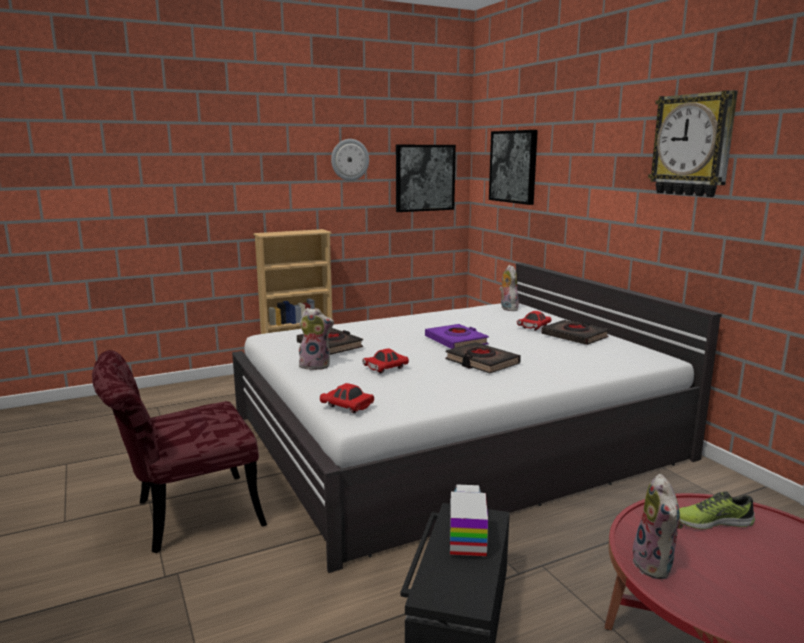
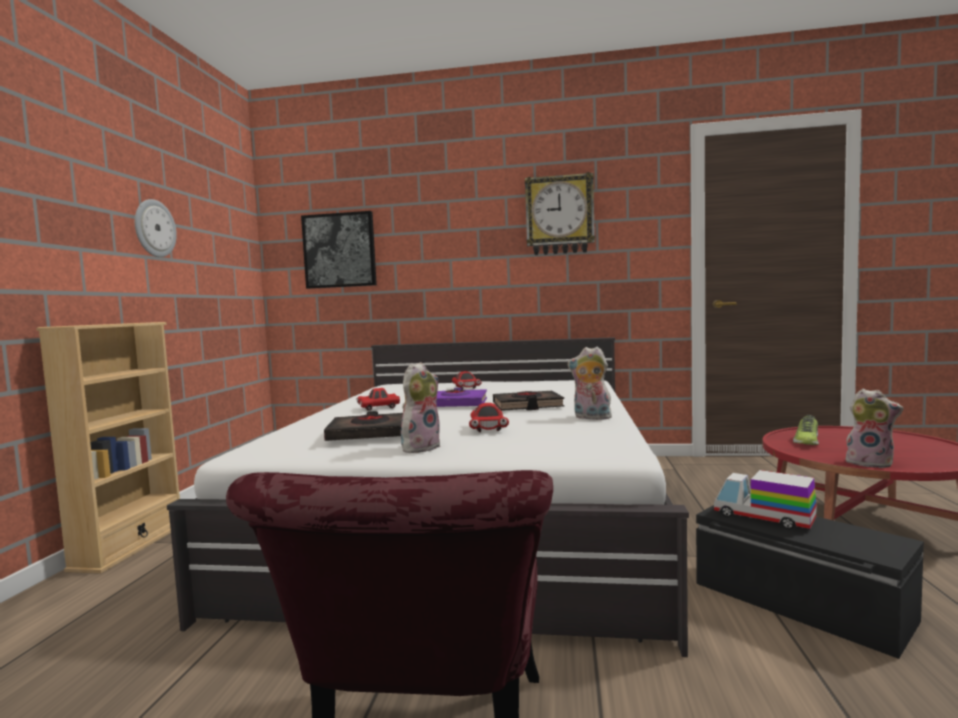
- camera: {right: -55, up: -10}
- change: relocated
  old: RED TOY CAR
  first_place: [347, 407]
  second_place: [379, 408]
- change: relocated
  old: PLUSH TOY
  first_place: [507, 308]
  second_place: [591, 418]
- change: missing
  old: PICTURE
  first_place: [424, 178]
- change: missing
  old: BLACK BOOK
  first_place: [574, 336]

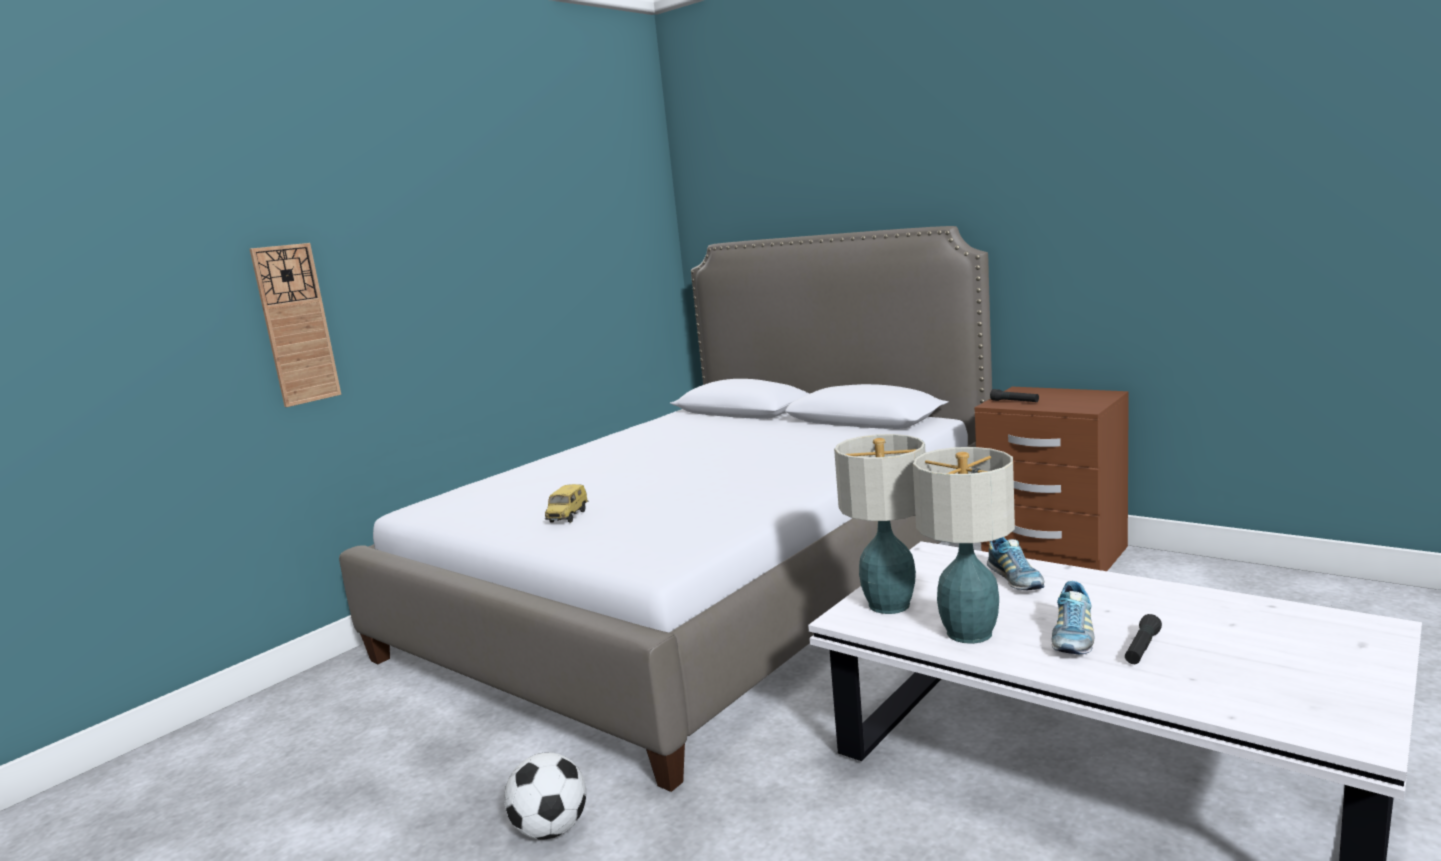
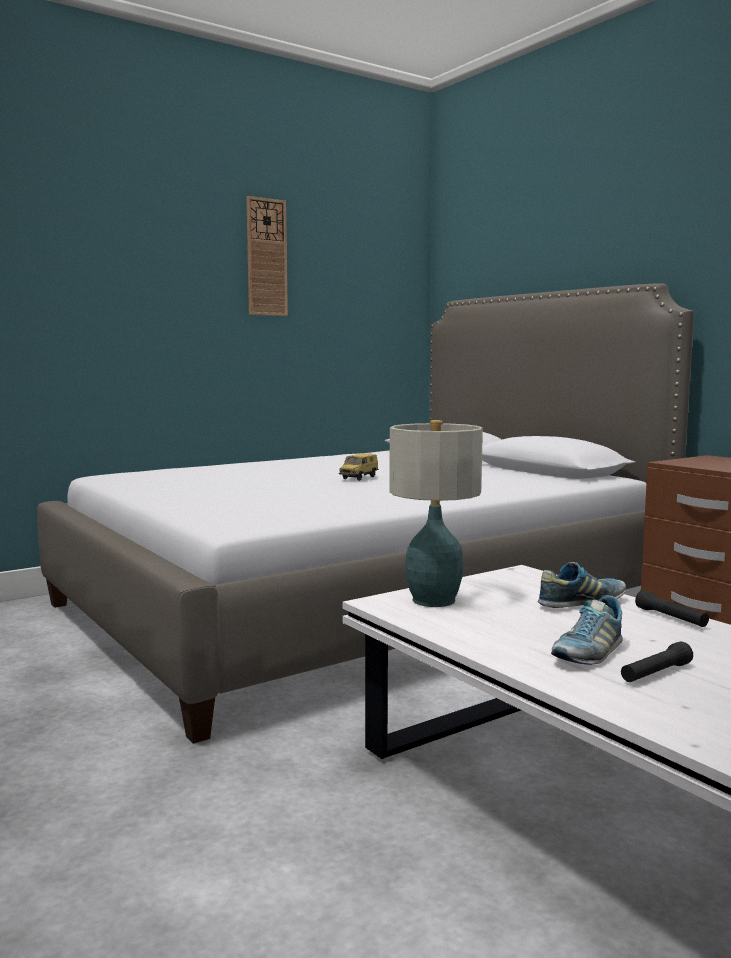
- camera: {right: 15, up: -5}
- change: relocated
  old: WALL CLOCK
  first_place: [296, 324]
  second_place: [266, 257]
- change: relocated
  old: TOY CAR
  first_place: [568, 517]
  second_place: [359, 478]
- change: spun
  old: SHOE
  first_place: [1015, 580]
  second_place: [581, 603]
  degrees: -120
- change: relocated
  old: BLACK FLASHLIGHT
  first_place: [1014, 402]
  second_place: [671, 618]
- change: missing
  old: FOOTBALL
  first_place: [551, 829]
- change: missing
  old: TABLE LAMP
  first_place: [970, 633]

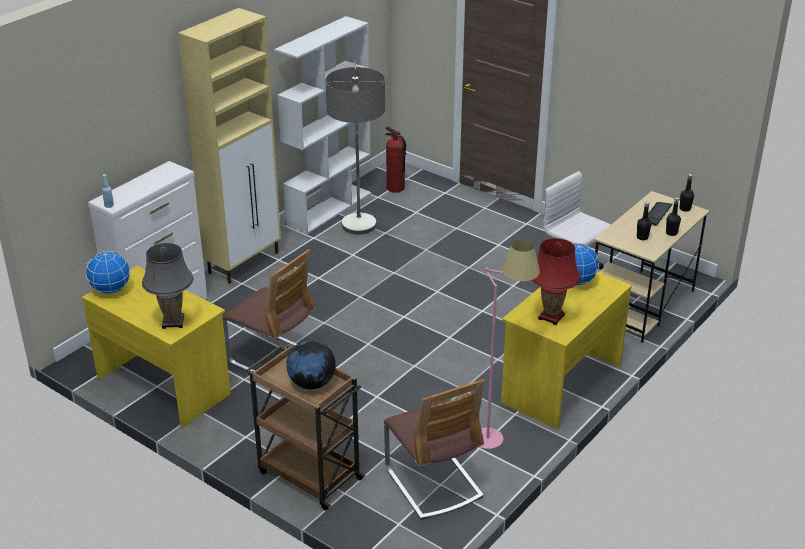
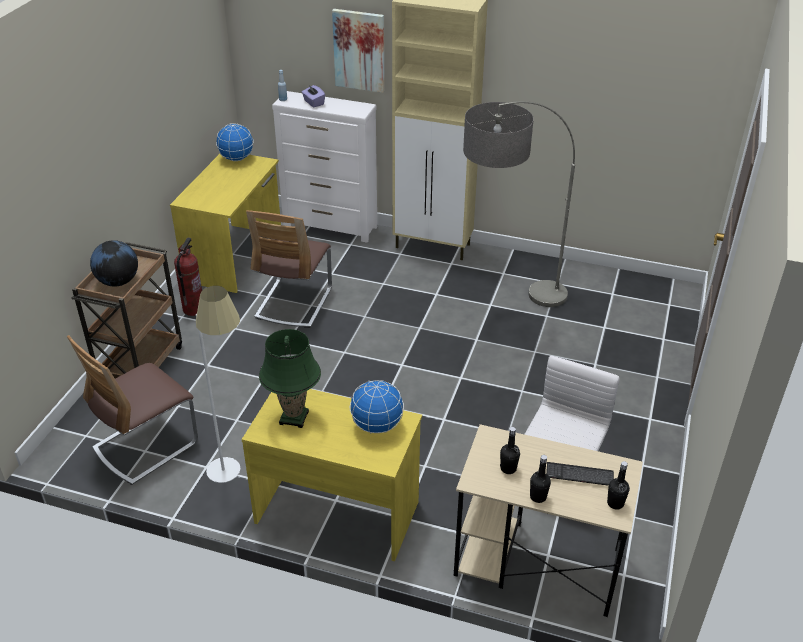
- camera: {right: 70, up: 5}
- change: relocated
  old: FIRE EXTINGUISHER
  first_place: [395, 188]
  second_place: [193, 309]
- change: colour
  old: PINK FLOOR LAMP
  new: WHITE FLOOR LAMP
  first_place: [499, 433]
  second_place: [234, 477]
- change: colour
  old: RED TABLE LAMP
  new: GREEN TABLE LAMP
  first_place: [551, 317]
  second_place: [294, 418]
- change: appeared
  new: PURPLE TISSUE BOX
  second_place: [313, 103]
- change: appeared
  new: PICTURE
  second_place: [359, 50]
- change: missing
  old: GREY TABLE LAMP
  first_place: [173, 322]
- change: missing
  old: WHITE BOOKCASE
  first_place: [329, 208]

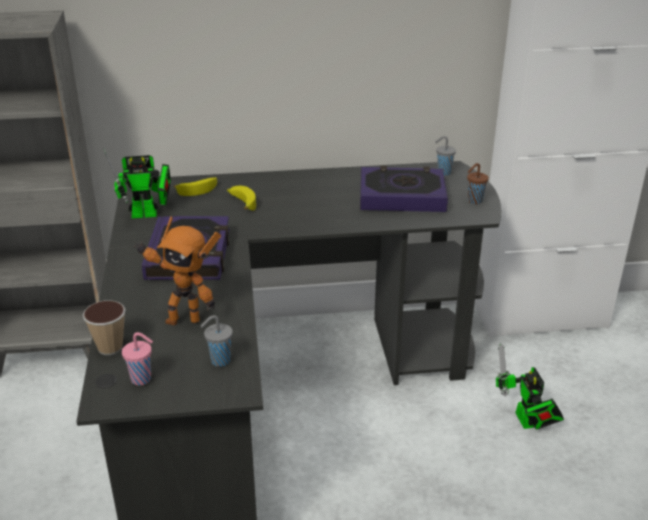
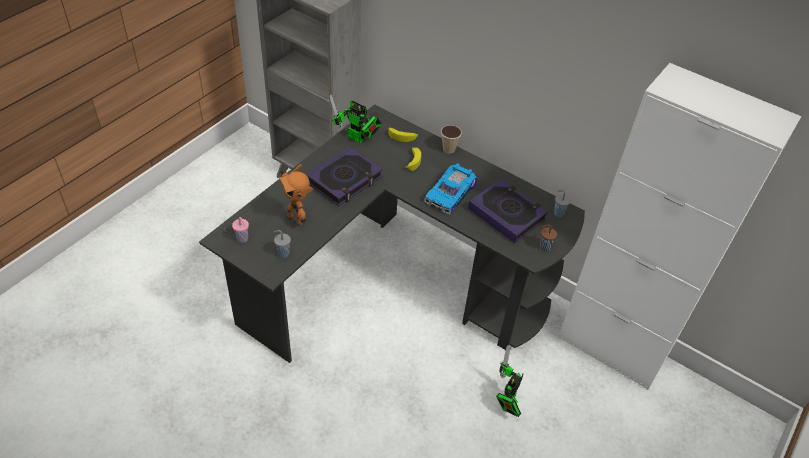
- camera: {right: 40, up: 15}
- change: appeared
  new: TOY CAR
  second_place: [451, 193]
- change: relocated
  old: CUP
  first_place: [110, 347]
  second_place: [449, 149]

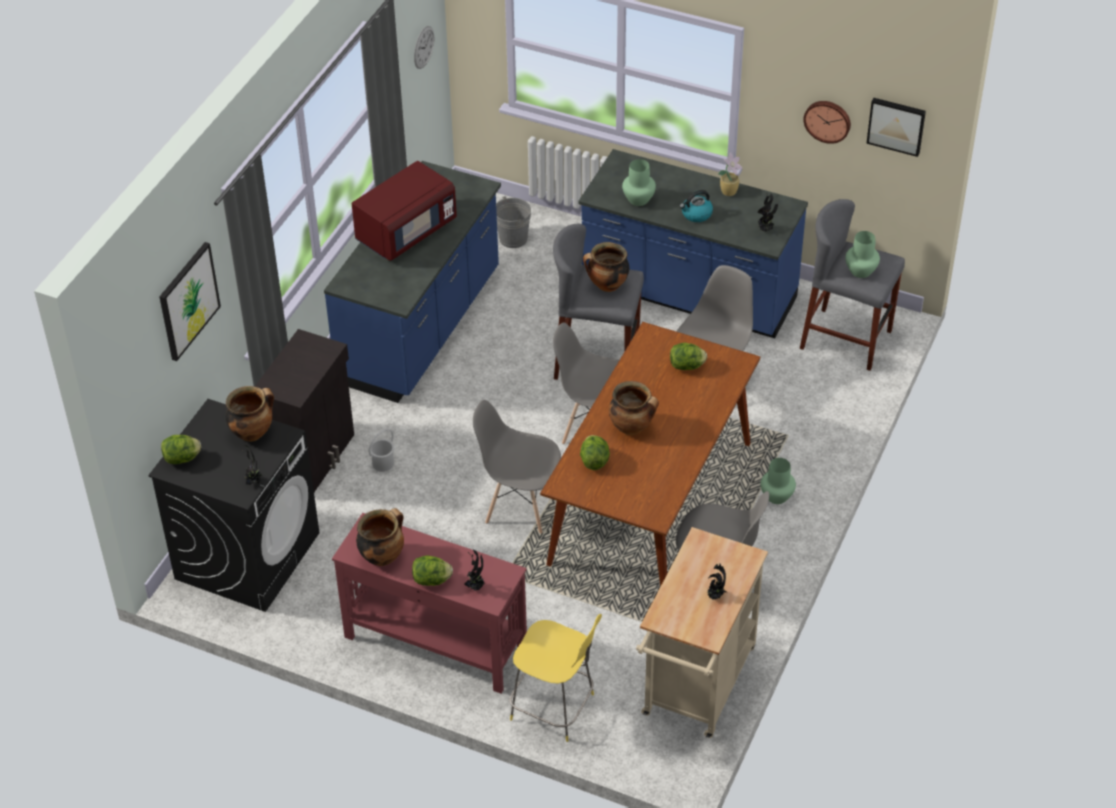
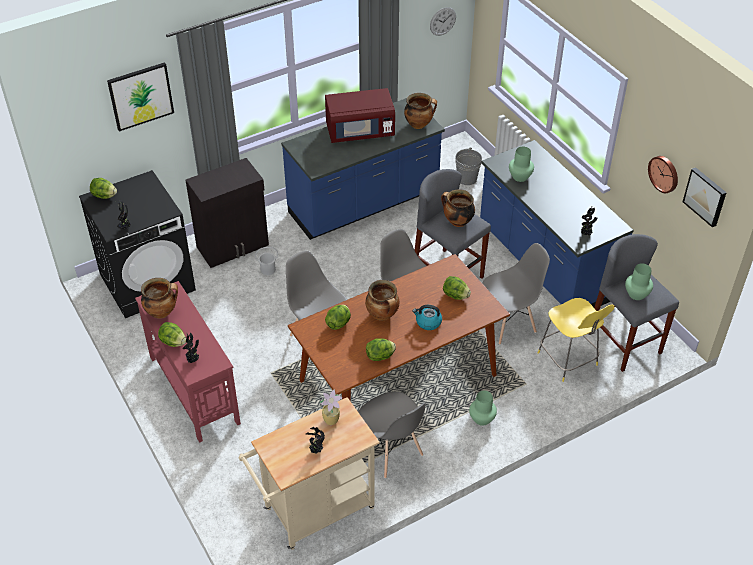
- camera: {right: 35, up: 0}
- change: relocated
  old: POTTED PLANT
  first_place: [729, 191]
  second_place: [332, 420]
- change: appeared
  new: LETTUCE
  second_place: [380, 356]
- change: relocated
  old: COOKING POT
  first_place: [252, 432]
  second_place: [419, 124]
- change: relocated
  old: KETTLE
  first_place: [696, 214]
  second_place: [428, 322]
- change: relocated
  old: YELLOW STOOL
  first_place: [555, 708]
  second_place: [568, 360]

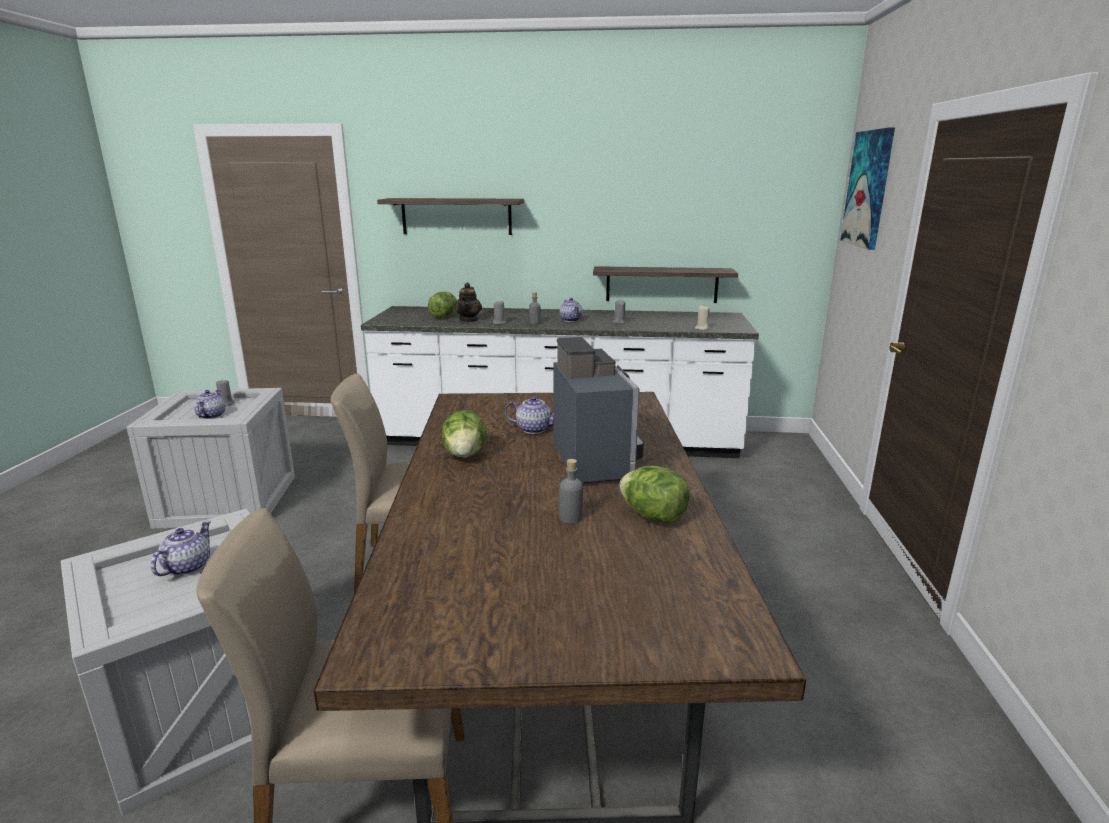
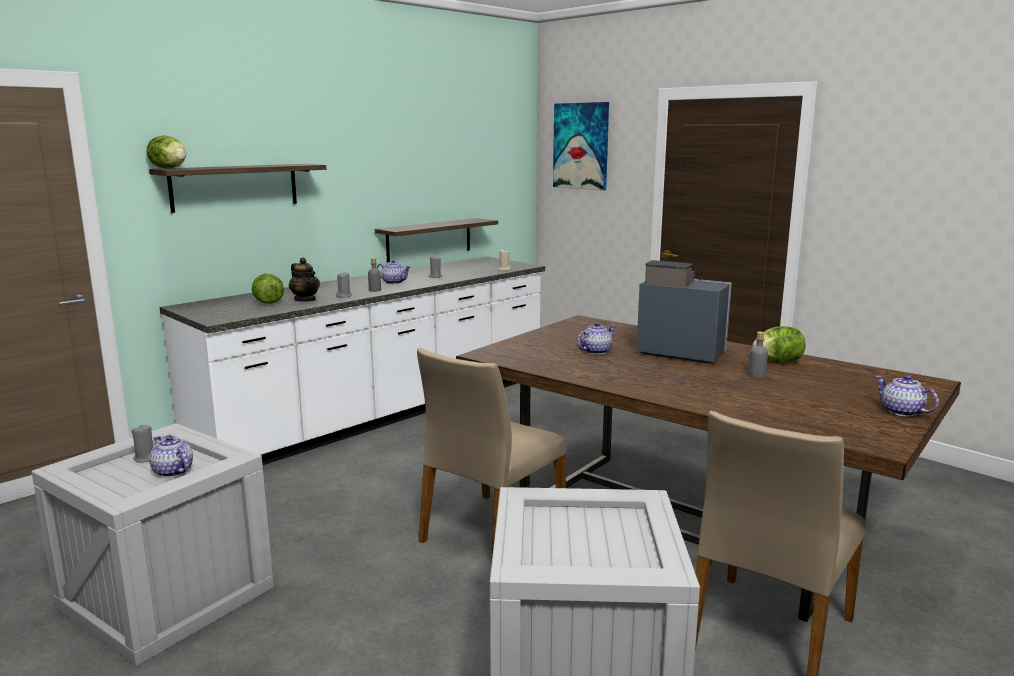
- camera: {right: -50, up: -5}
- change: relocated
  old: LETTUCE
  first_place: [465, 455]
  second_place: [169, 168]
- change: relocated
  old: TEAPOT
  first_place: [186, 567]
  second_place: [902, 412]

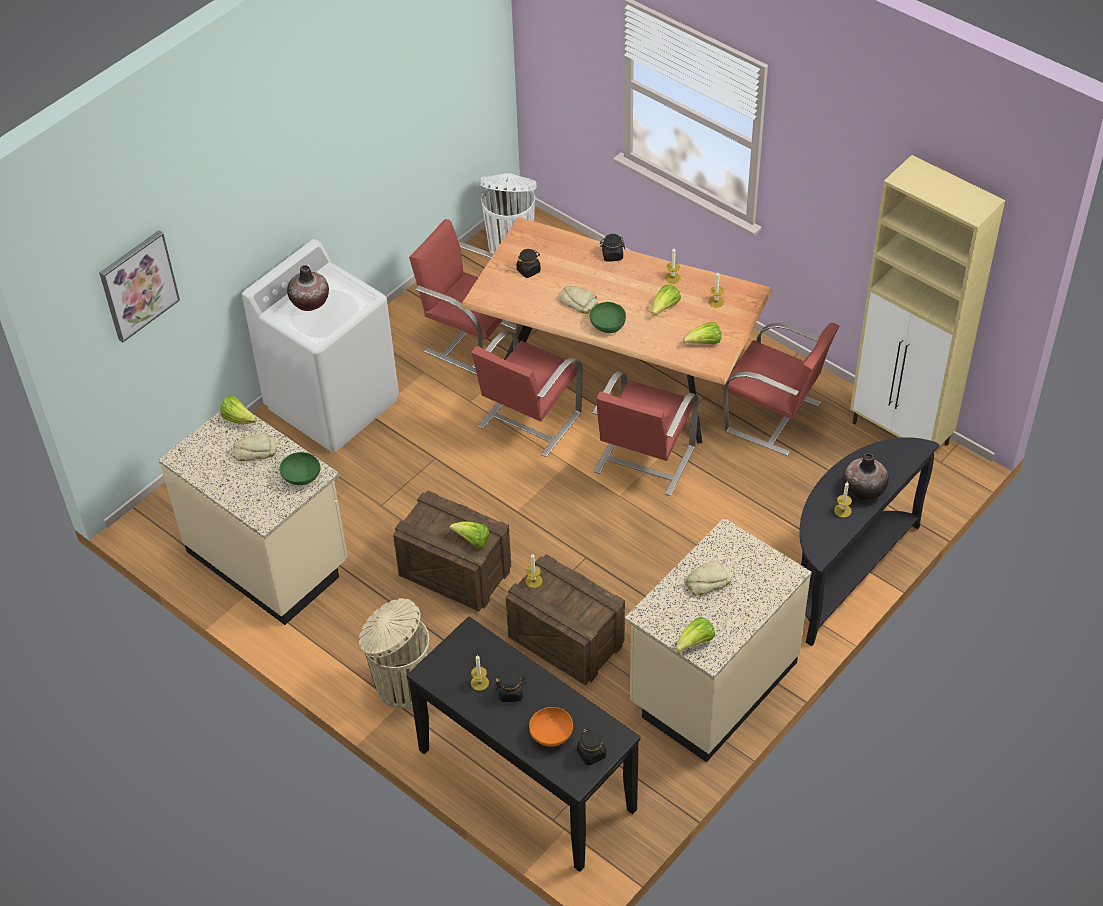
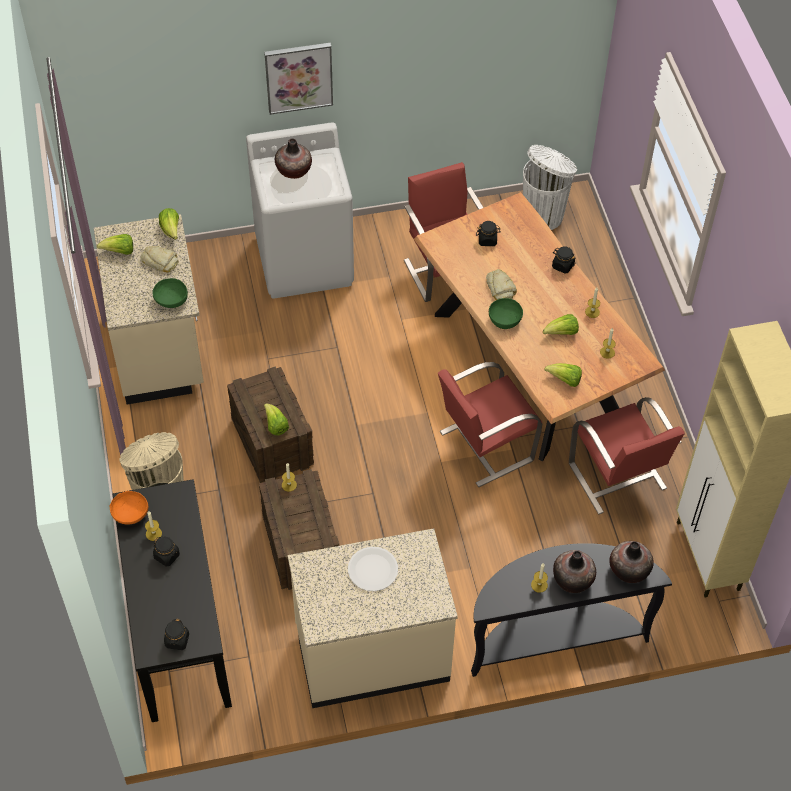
- camera: {right: 35, up: 5}
- change: relocated
  old: LETTUCE
  first_place: [695, 643]
  second_place: [119, 252]
- change: relocated
  old: ORANGE BOWL
  first_place: [551, 735]
  second_place: [130, 514]
- change: relocated
  old: PICTURE
  first_place: [138, 285]
  second_place: [299, 77]
- change: exchanged
  old: BREAD
  new: WHITE PLATE
  first_place: [707, 581]
  second_place: [372, 569]
- change: appeared
  new: VASE
  second_place: [629, 570]
- change: missing
  old: RED CHAIR
  first_place: [528, 420]

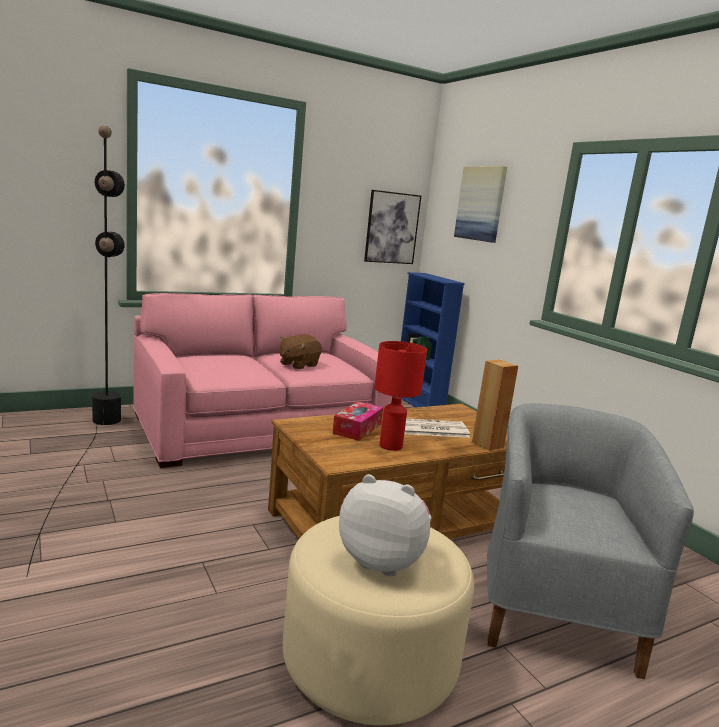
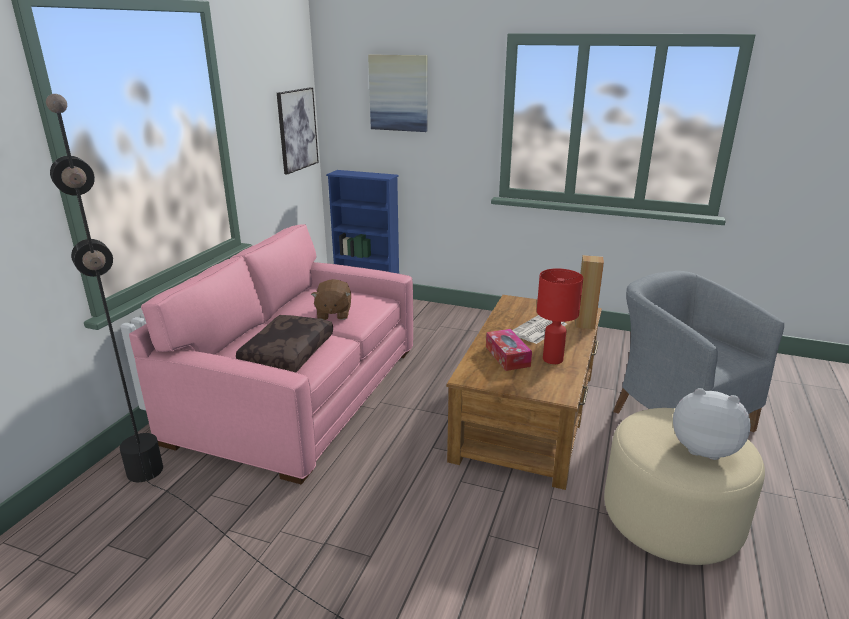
- camera: {right: -40, up: 10}
- change: appeared
  new: BROWN PILLOW
  second_place: [287, 352]
- change: spun
  old: PLUSH TOY
  first_place: [383, 561]
  second_place: [703, 448]
  degrees: 45

